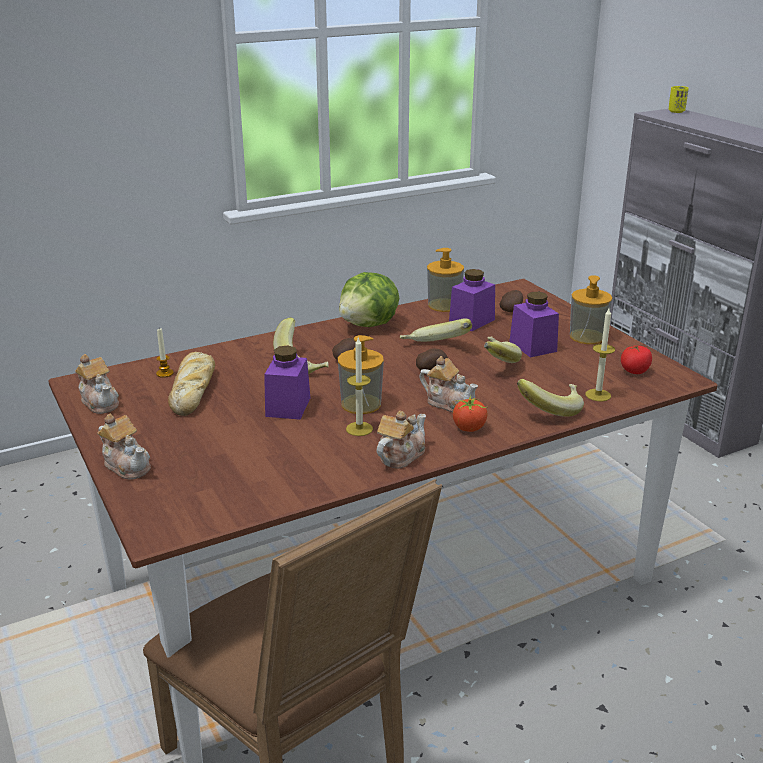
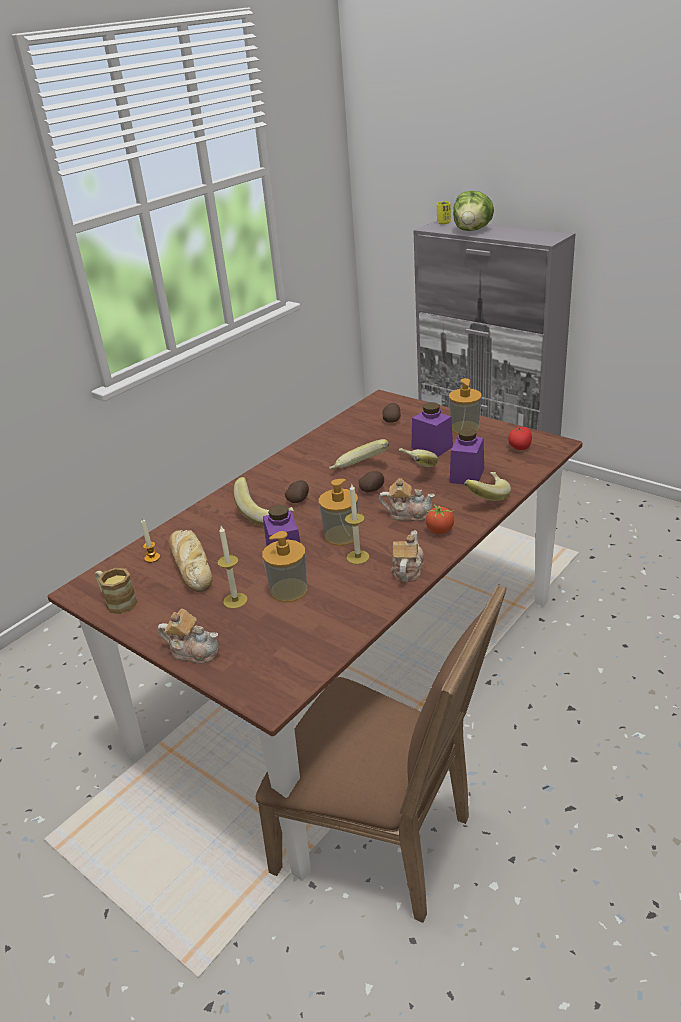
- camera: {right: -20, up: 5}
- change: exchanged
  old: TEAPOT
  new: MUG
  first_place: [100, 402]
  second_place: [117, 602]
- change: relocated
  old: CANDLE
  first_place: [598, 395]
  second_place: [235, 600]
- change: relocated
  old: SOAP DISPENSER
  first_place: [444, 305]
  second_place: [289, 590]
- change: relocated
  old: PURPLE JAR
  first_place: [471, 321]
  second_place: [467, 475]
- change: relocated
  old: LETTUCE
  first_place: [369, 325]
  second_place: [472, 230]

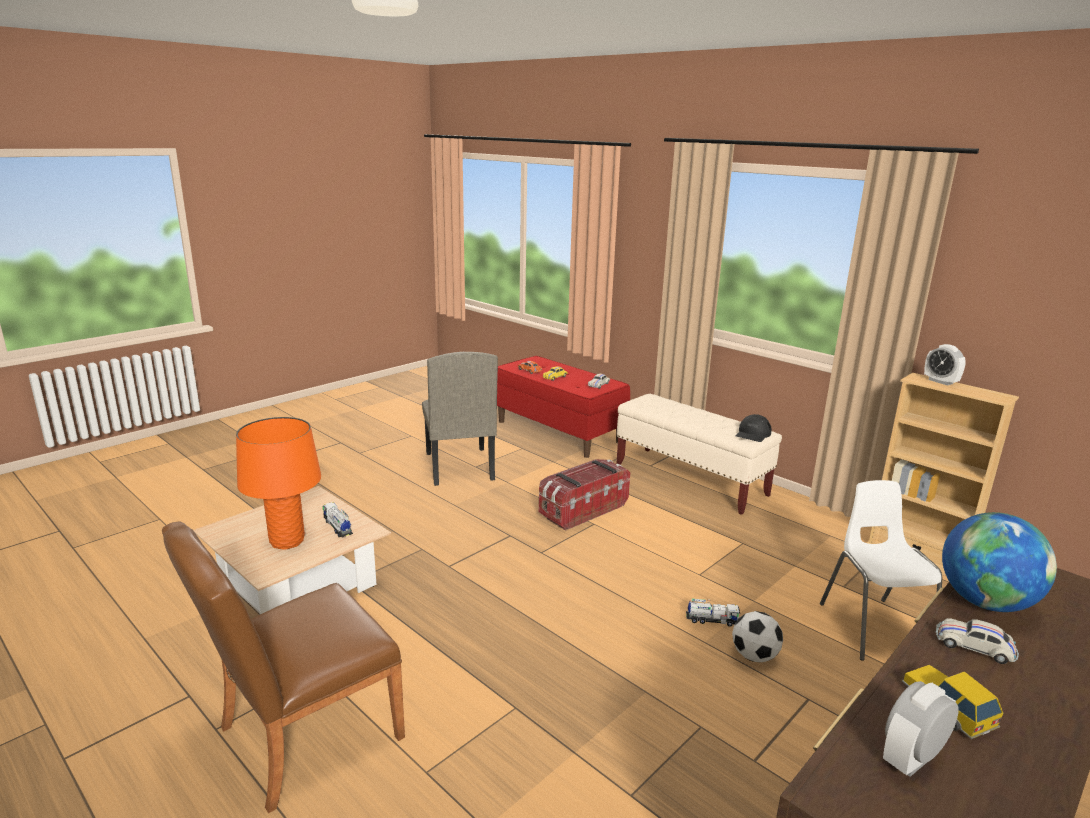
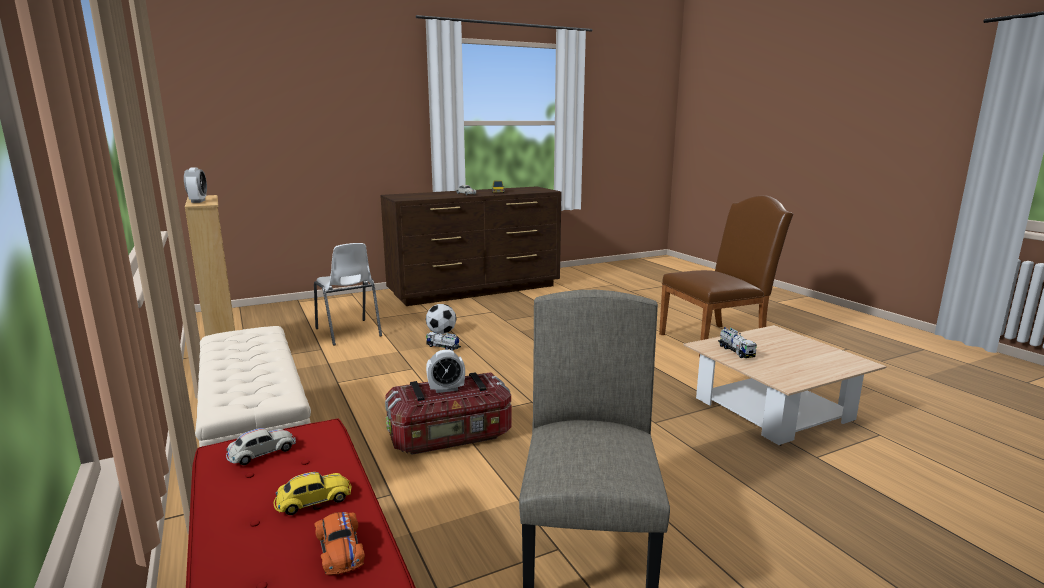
- camera: {right: -160, up: -5}
- change: spun
  old: WHITE CHAIR
  first_place: [874, 627]
  second_place: [349, 332]
  degrees: -45
- change: relocated
  old: ALARM CLOCK
  first_place: [911, 759]
  second_place: [446, 389]
- change: missing
  old: ORANGE TABLE LAMP
  first_place: [287, 541]
- change: missing
  old: BLACK CAP
  first_place: [753, 434]
- change: missing
  old: GLOBE
  first_place: [985, 602]

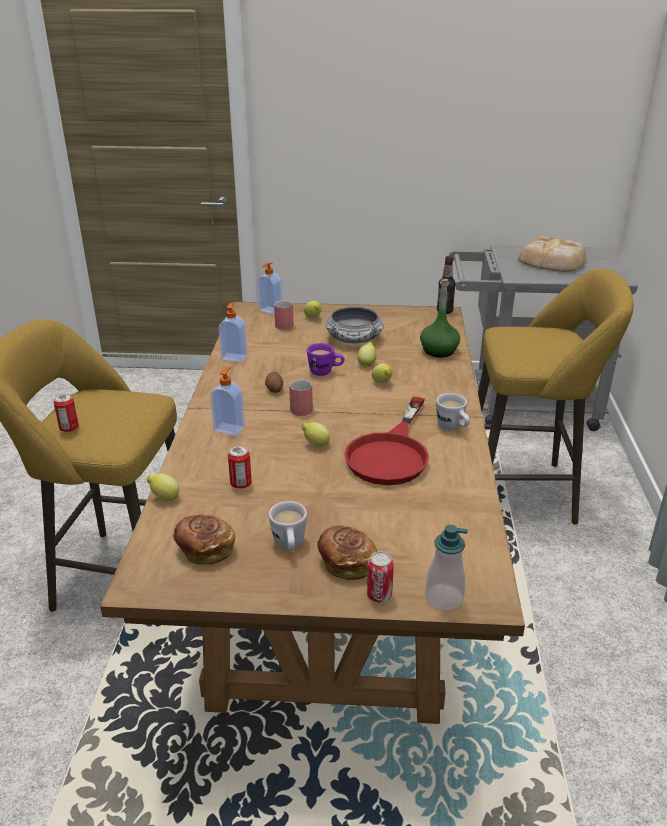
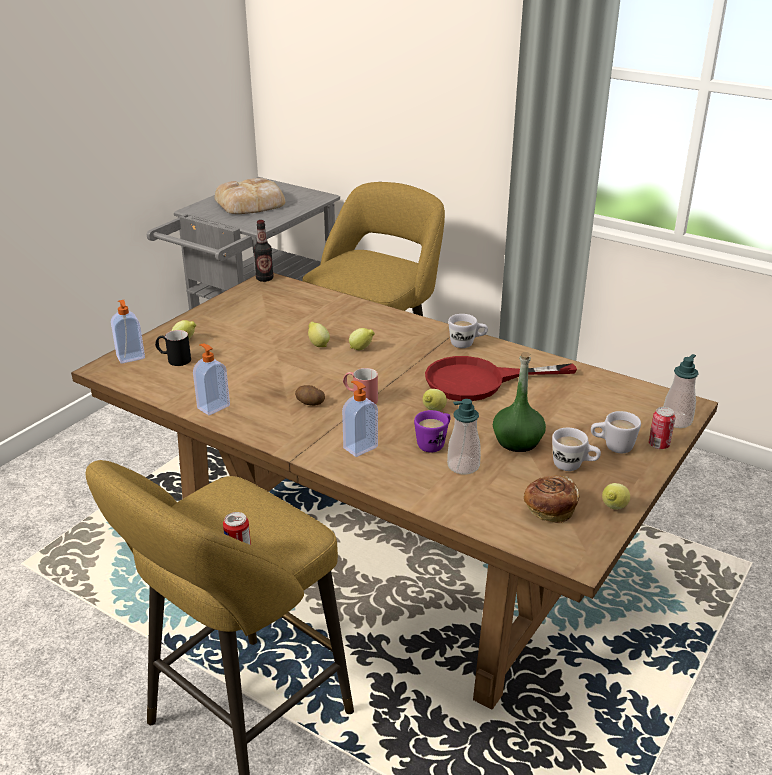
- camera: {right: -60, up: 0}
- change: colour
  old: RED MUG
  new: BLACK MUG
  first_place: [283, 323]
  second_place: [174, 360]
- change: relocated
  old: PURPLE MUG
  first_place: [325, 372]
  second_place: [434, 443]
- change: spun
  old: RED FRYING PAN
  first_place: [391, 453]
  second_place: [479, 381]
  degrees: 120
- change: exchanged
  old: CAN
  new: SOAP DISPENSER
  first_place: [241, 484]
  second_place: [463, 466]
- change: relocated
  old: GREEN BOTTLE
  first_place: [439, 351]
  second_place: [517, 441]
- change: exchanged
  old: BREAD
  new: WHITE MUG
  first_place: [346, 563]
  second_place: [612, 447]
- change: relocated
  old: LEMON
  first_place: [164, 498]
  second_place: [613, 508]
- change: missing
  old: BOWL
  first_place: [354, 338]

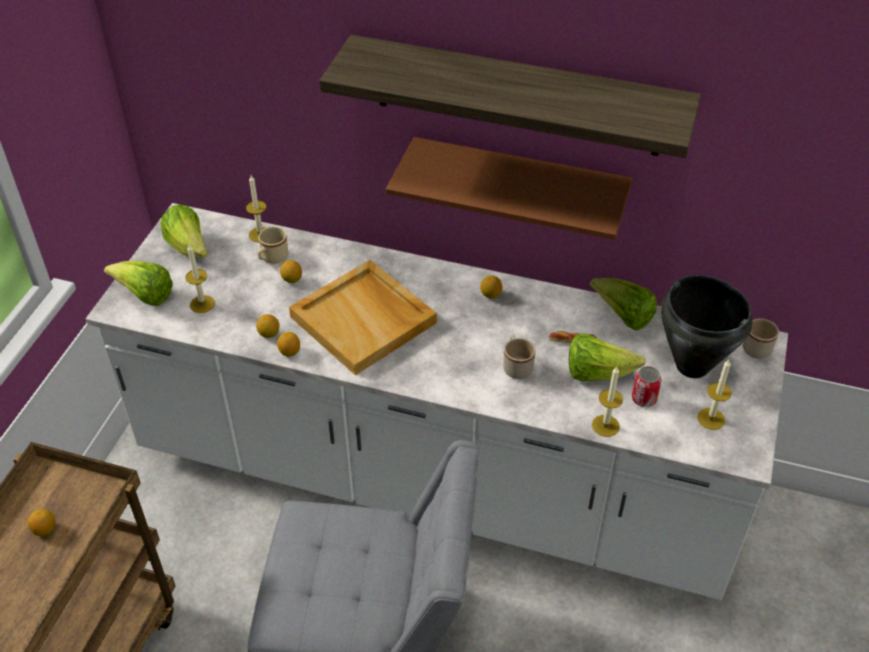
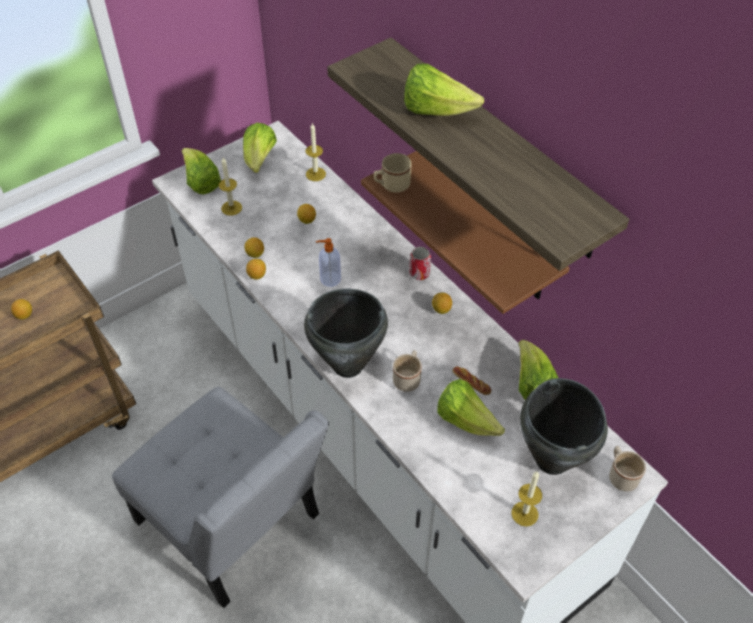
- camera: {right: 35, up: 5}
- change: appeared
  new: BLACK COOKING POT
  second_place: [348, 366]
- change: exchanged
  old: BEIGE TRAY
  new: SOAP DISPENSER
  first_place: [364, 320]
  second_place: [329, 279]
- change: relocated
  old: BEIGE MUG
  first_place: [272, 258]
  second_place: [391, 185]
- change: appeared
  new: LETTUCE
  second_place: [436, 111]
- change: relocated
  old: CAN
  first_place: [643, 399]
  second_place: [419, 273]
- change: missing
  old: CANDLE
  first_place: [605, 425]

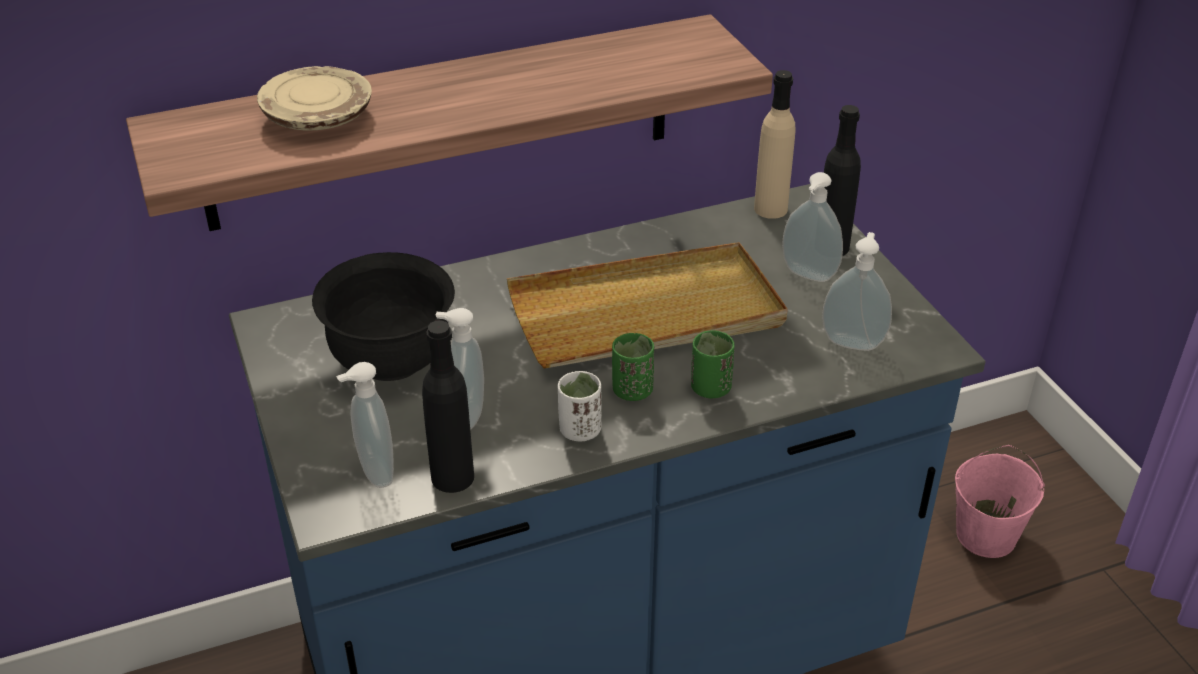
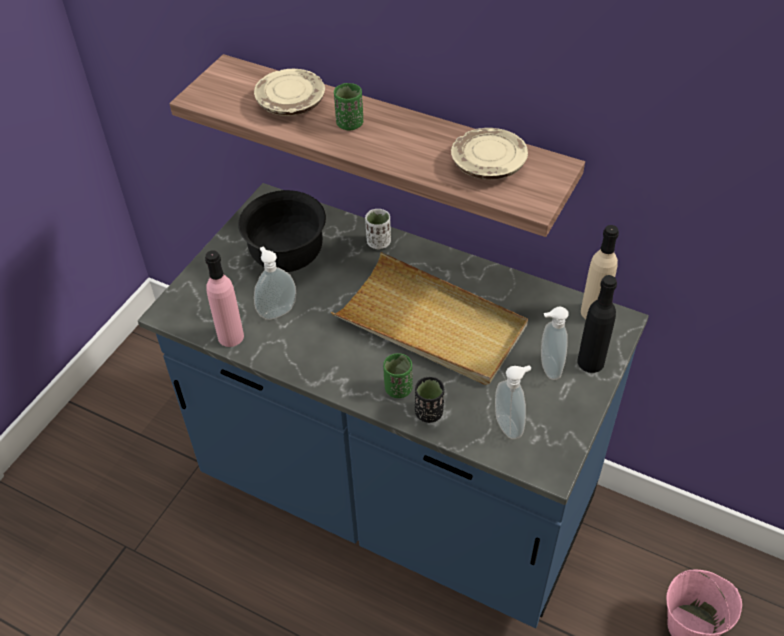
- camera: {right: 50, up: 10}
- change: colour
  old: BLACK BOTTLE
  new: PINK BOTTLE
  first_place: [452, 477]
  second_place: [231, 336]
- change: relocated
  old: GREEN CUP
  first_place: [632, 391]
  second_place: [349, 124]
- change: relocated
  old: WHITE CUP
  first_place: [580, 430]
  second_place: [378, 242]
- change: appeared
  new: BLACK CUP
  second_place: [429, 412]
- change: appeared
  new: BEIGE PLATE
  second_place: [488, 165]
- change: missing
  old: SOAP DISPENSER
  first_place: [373, 473]

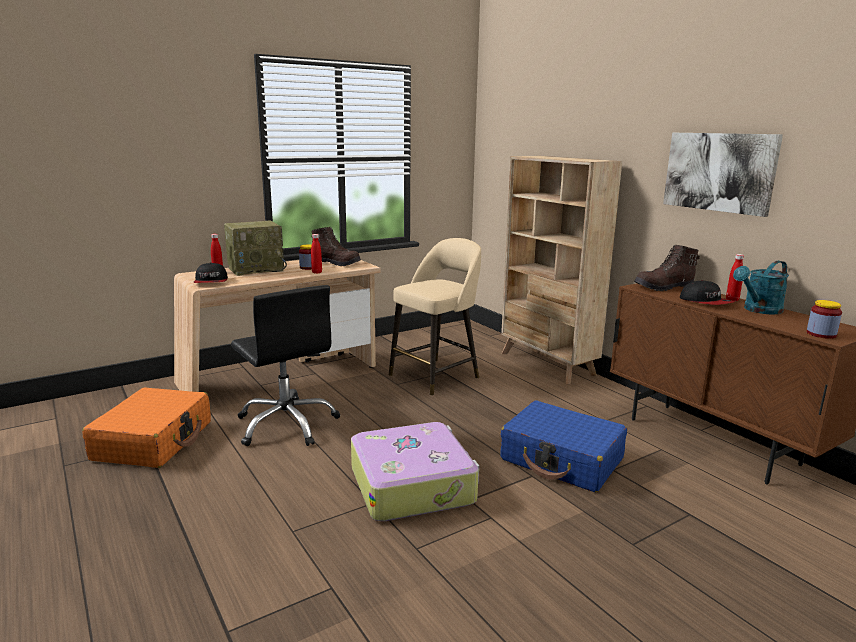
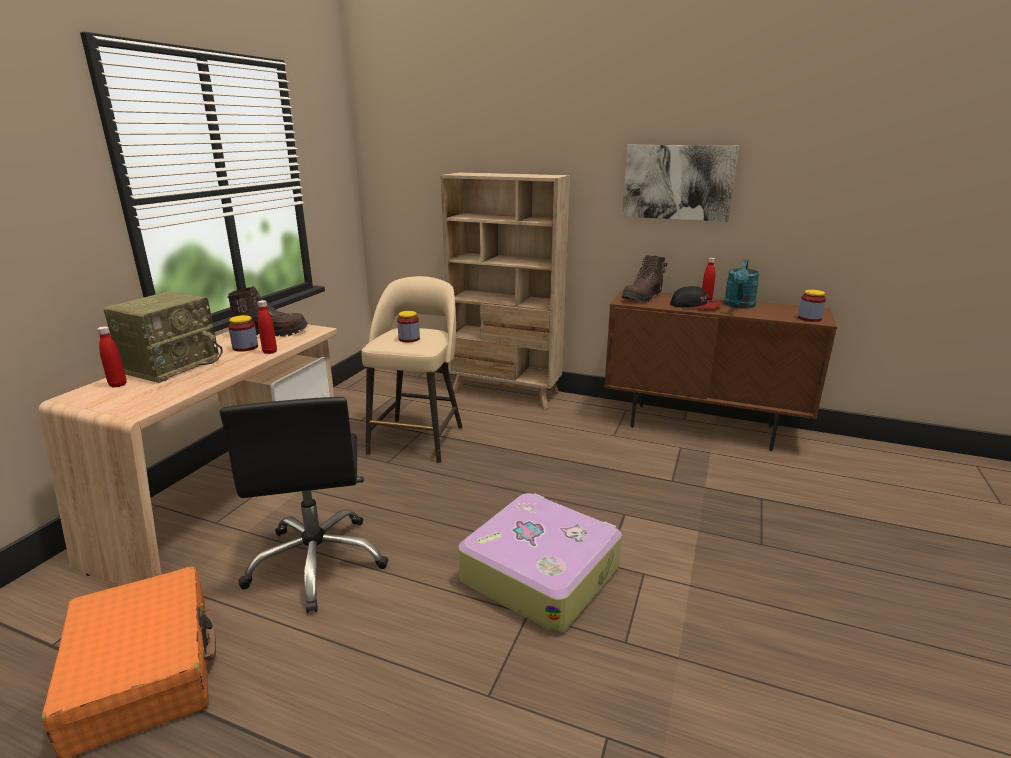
- camera: {right: -35, up: 5}
- change: spun
  old: BLACK OFFICE CHAIR
  first_place: [287, 424]
  second_place: [317, 562]
  degrees: 60
- change: appeared
  new: JAR
  second_place: [409, 339]
- change: missing
  old: CAP
  first_place: [211, 282]
- change: missing
  old: BLUE SUITCASE
  first_place: [562, 459]

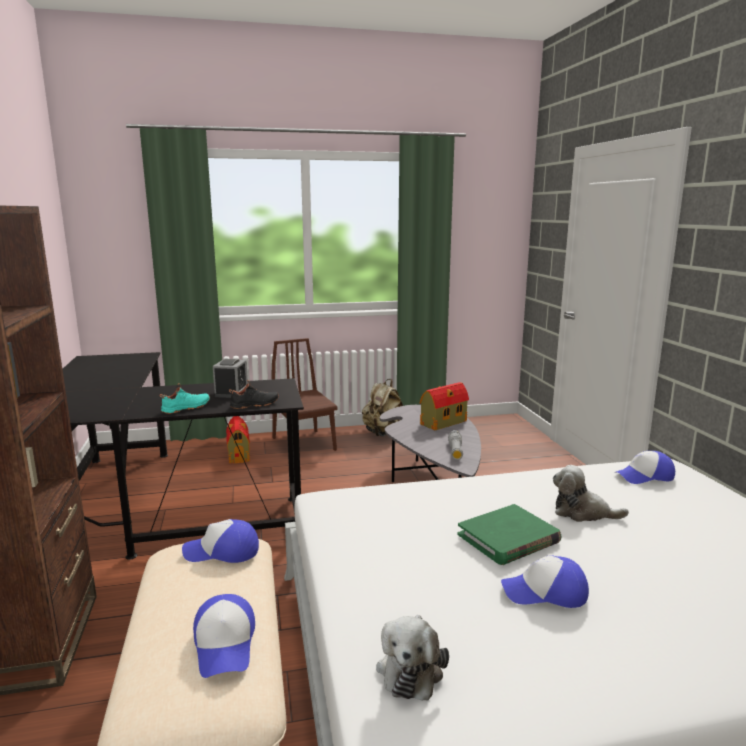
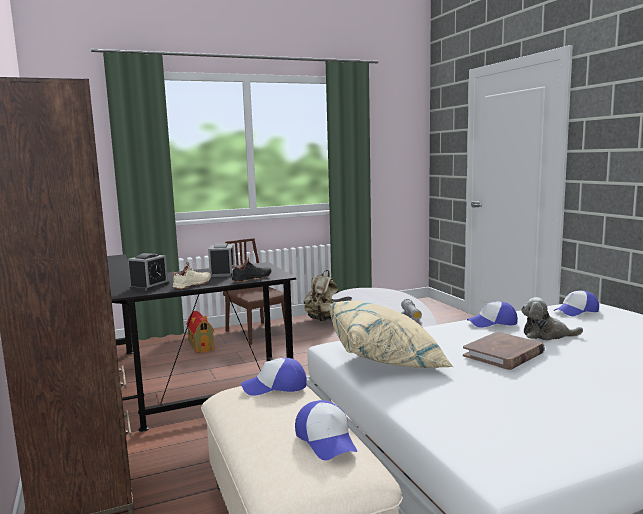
- camera: {right: -10, up: -5}
- change: appeared
  new: ALARM CLOCK
  second_place: [149, 286]
- change: colour
  old: TURQUOISE SHOE
  new: BEIGE SHOE
  first_place: [186, 408]
  second_place: [193, 285]
- change: appeared
  new: BEIGE PILLOW
  second_place: [386, 359]
- change: colour
  old: GREEN BOOK
  new: BROWN BOOK
  first_place: [508, 538]
  second_place: [503, 354]
- change: relocated
  old: CAP
  first_place: [545, 592]
  second_place: [492, 323]
- change: missing
  old: PLUSH TOY
  first_place: [411, 668]
- change: missing
  old: TOY HOUSE
  first_place: [442, 423]

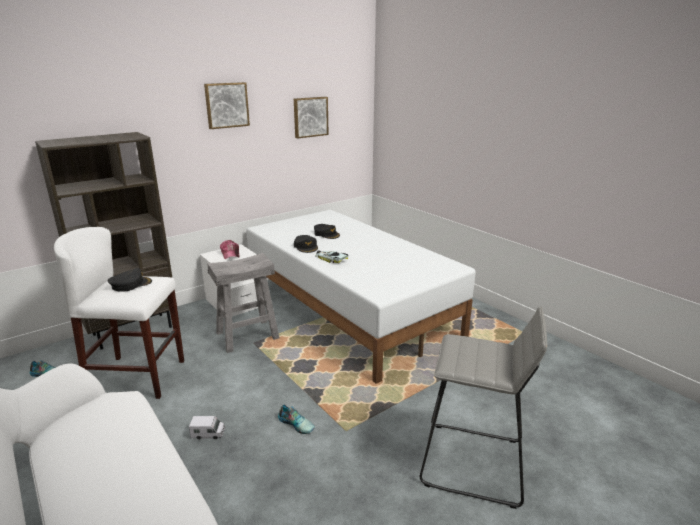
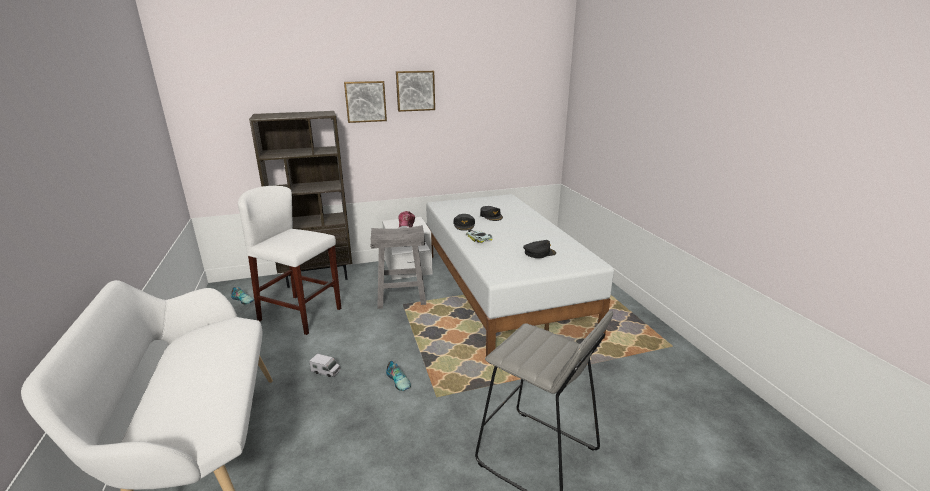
- camera: {right: 20, up: 0}
- change: relocated
  old: PICTURE
  first_place: [310, 117]
  second_place: [365, 101]
- change: relocated
  old: BLACK CAP
  first_place: [131, 284]
  second_place: [539, 253]

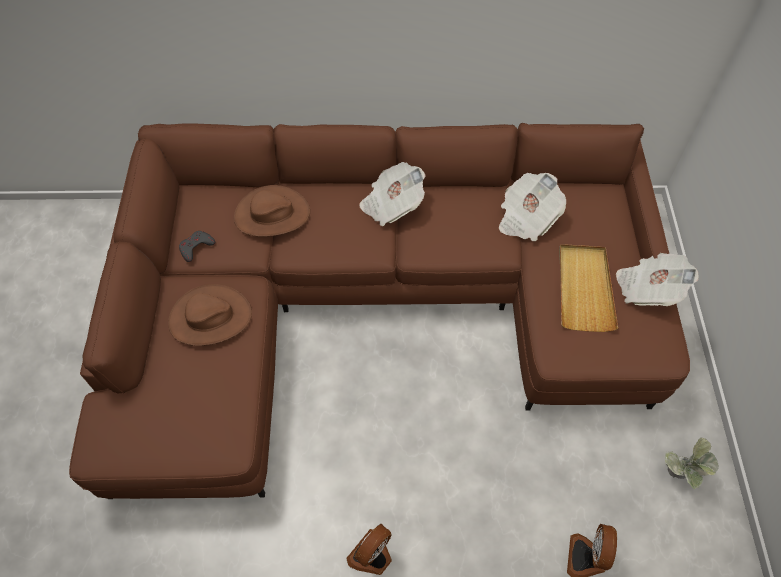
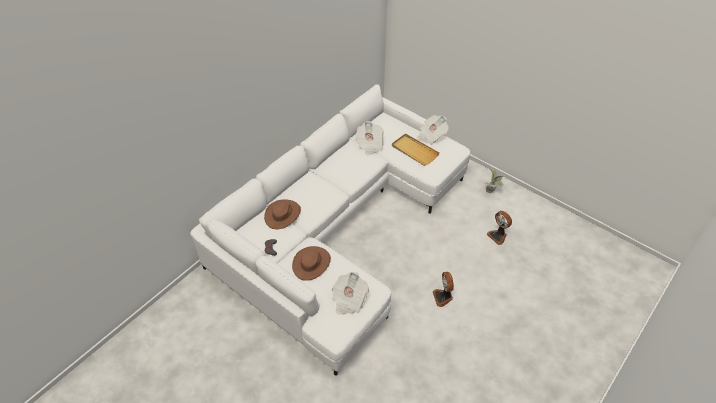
- camera: {right: -50, up: -10}
- change: colour
  old: BROWN SOFA
  new: WHITE SOFA
  first_place: [372, 302]
  second_place: [336, 228]
- change: relocated
  old: NEWSPAPER
  first_place: [392, 204]
  second_place: [349, 300]

